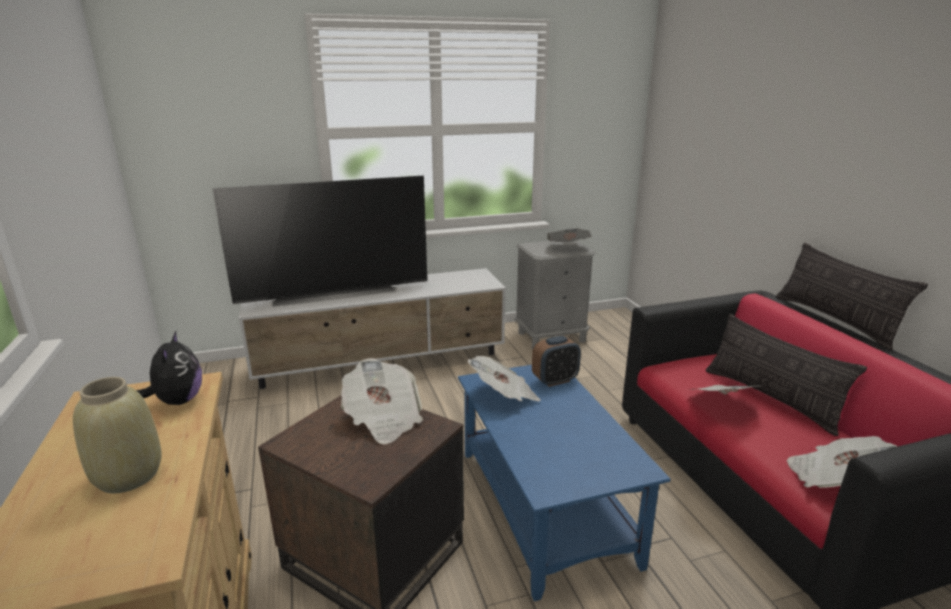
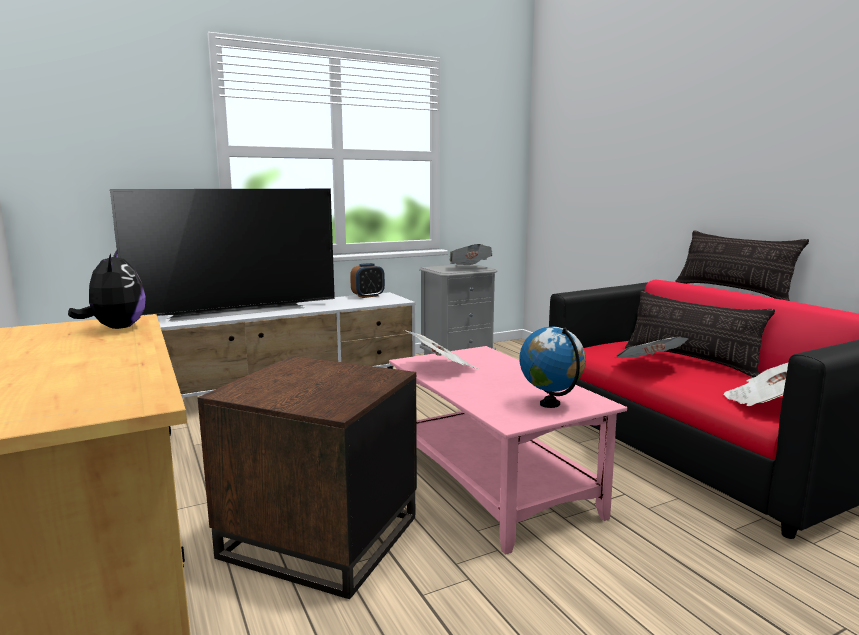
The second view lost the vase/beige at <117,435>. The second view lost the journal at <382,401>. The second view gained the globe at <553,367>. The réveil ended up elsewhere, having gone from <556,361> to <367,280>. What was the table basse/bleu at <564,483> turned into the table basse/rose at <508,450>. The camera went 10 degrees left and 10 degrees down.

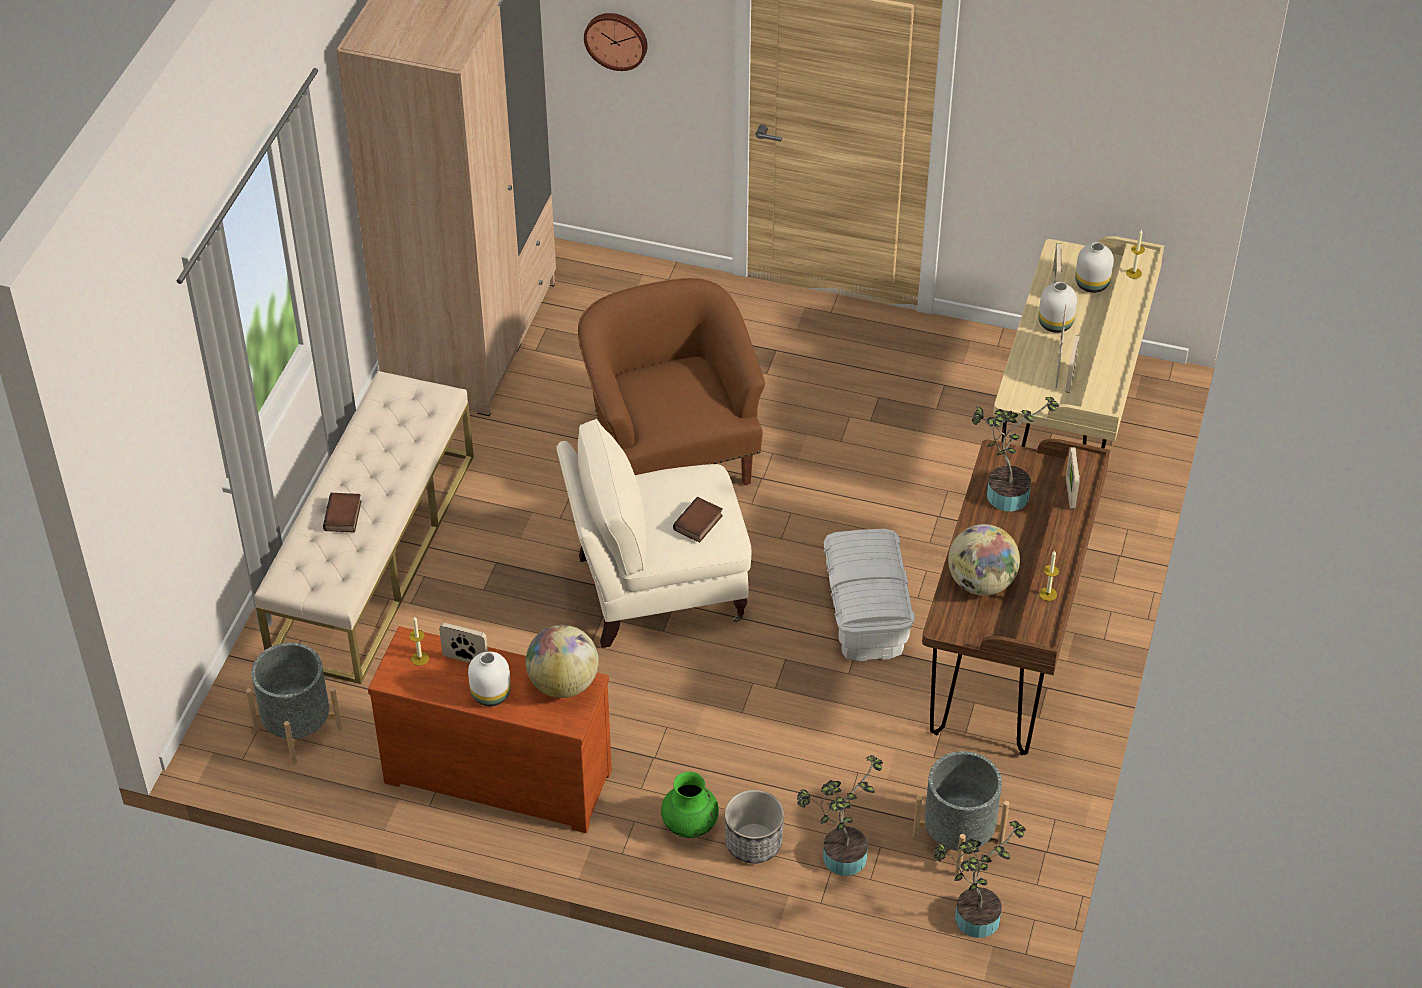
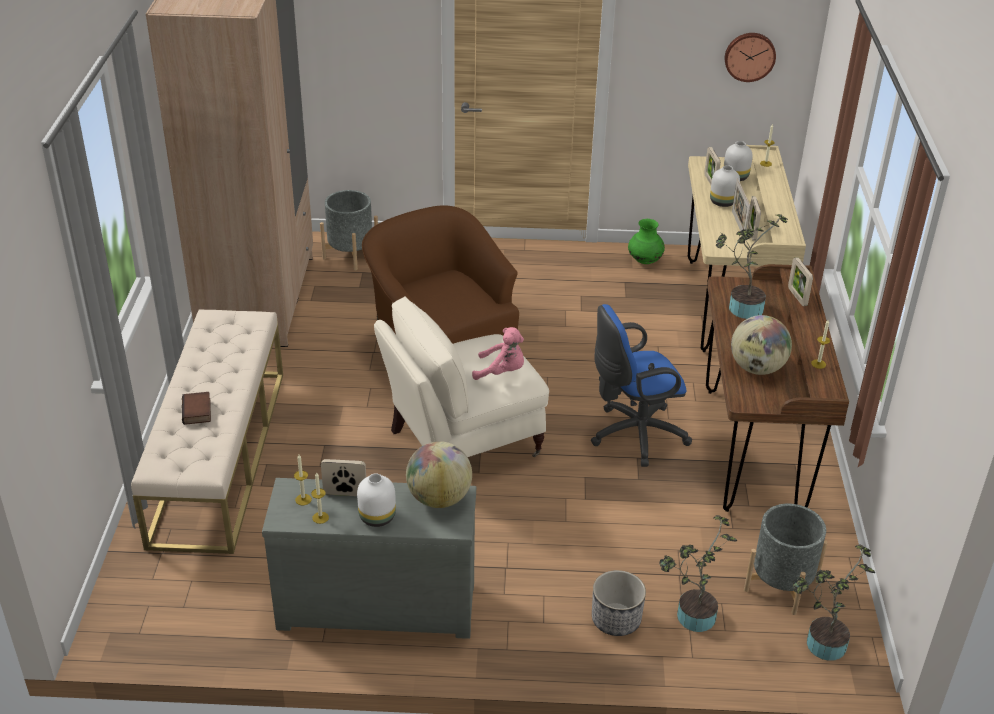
The second view gained the bougie at <320,498>. The cache-pot/gris ended up elsewhere, having gone from <294,703> to <349,230>. The horloge murale ended up elsewhere, having gone from <616,42> to <750,57>. The vase/vert ended up elsewhere, having gone from <690,805> to <646,241>. Where the livre stood at <698,520>, the peluche/rose came to stand at <498,353>. Where the boîte de rangement/blanc stood at <869,595>, the chaise de bureau/bleu came to stand at <641,385>. What was the commode/marron at <490,729> turned into the commode/gris at <369,558>. The camera went 15 degrees left and 10 degrees down.

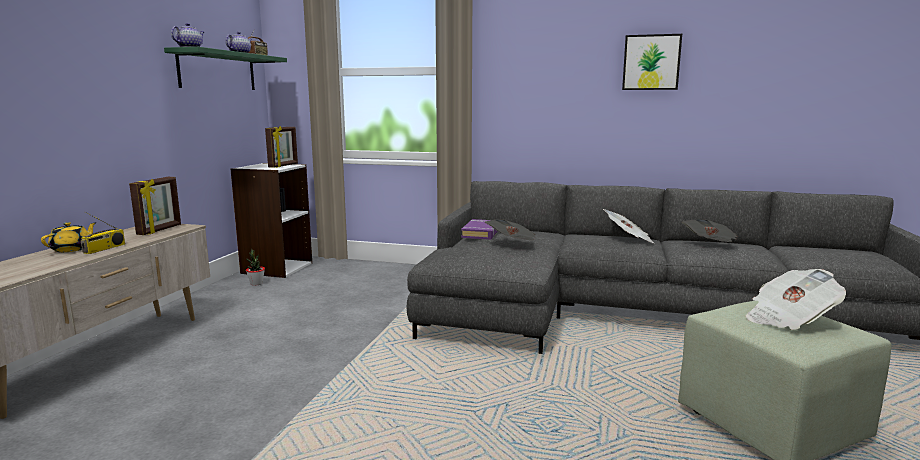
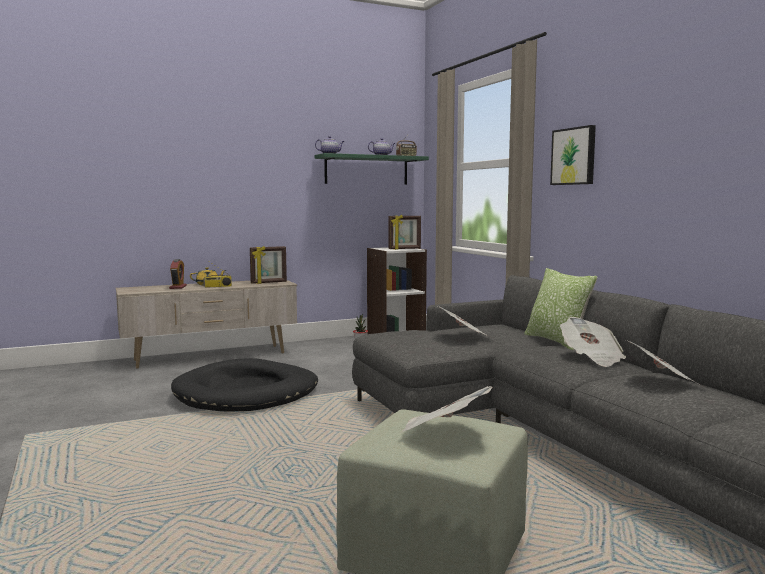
The second view lost the livre/violet at <479,229>. The second view gained the réveil at <178,274>. The second view gained the panier pour chien/noir at <244,385>. The second view gained the coussin at <560,309>. The tableau ended up elsewhere, having gone from <652,62> to <573,155>. The camera went 50 degrees right and 5 degrees down.

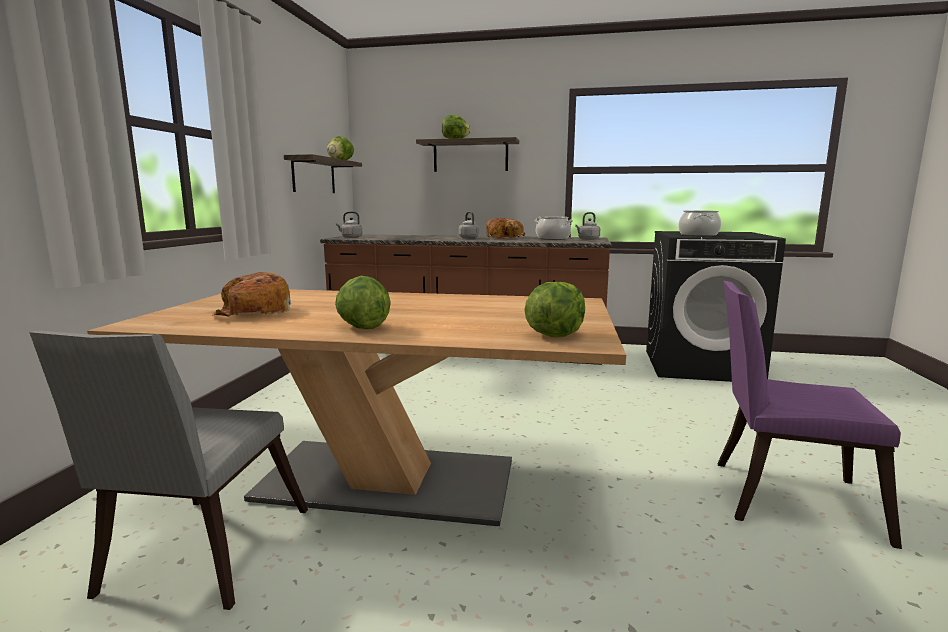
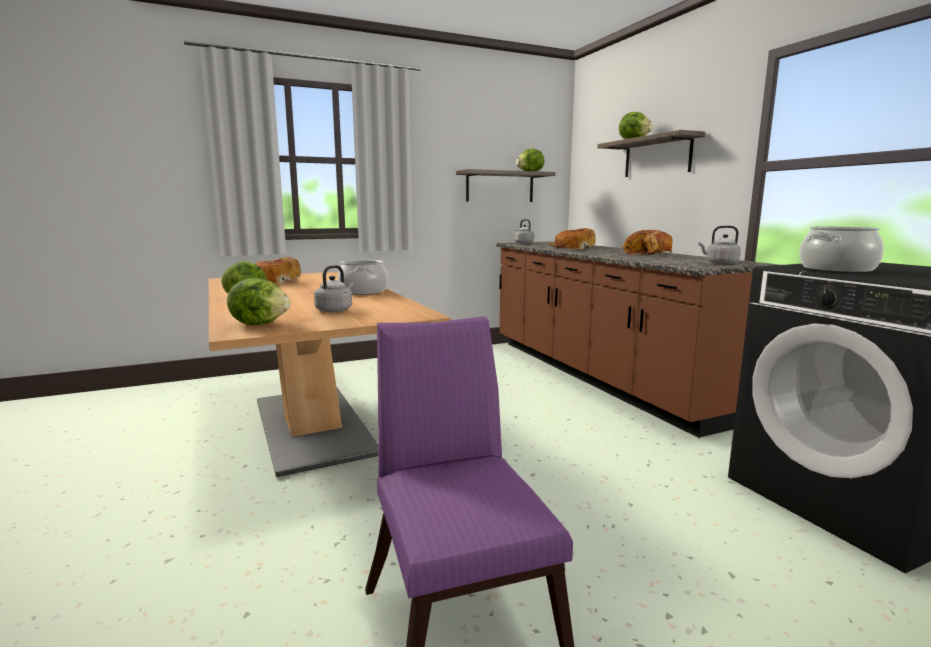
The second view lost the chaise/gris at <168,470>. The second view gained the pain at <573,238>. The bouilloire/gris ended up elsewhere, having gone from <469,225> to <334,289>. The marmite ended up elsewhere, having gone from <554,228> to <363,277>. The camera went 55 degrees right and 0 degrees up.

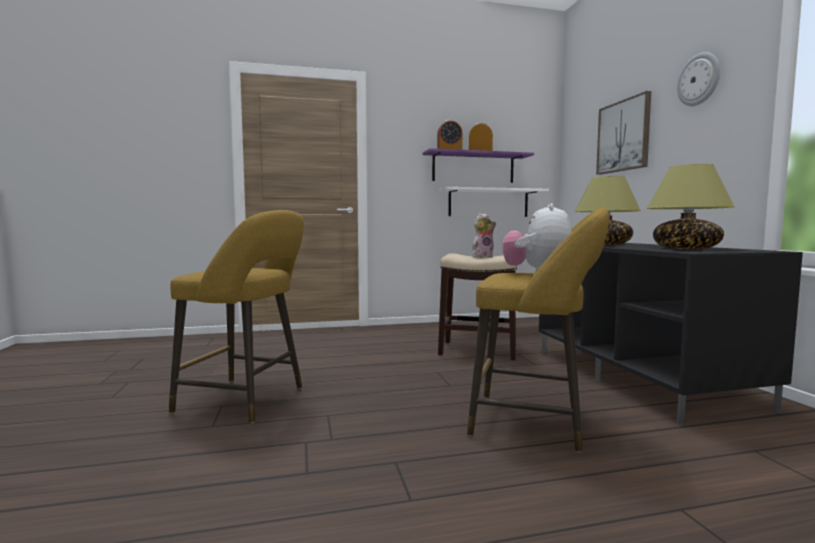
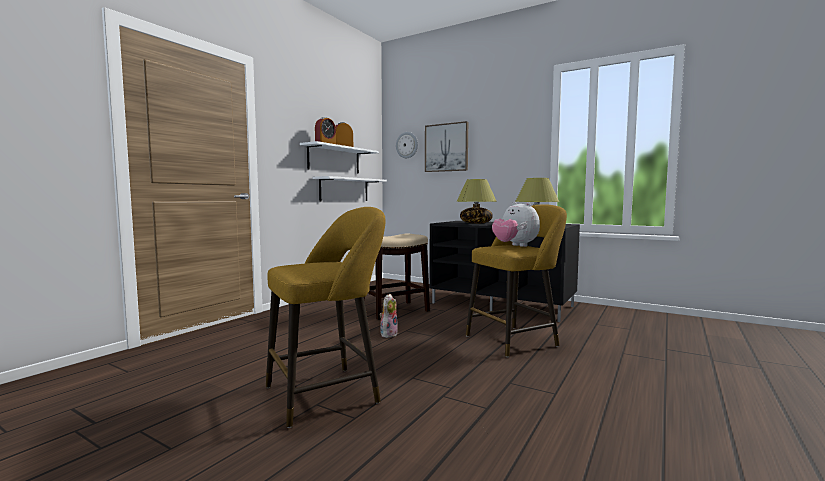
The peluche ended up elsewhere, having gone from <484,235> to <389,316>. The horloge murale ended up elsewhere, having gone from <698,79> to <407,145>. What was the étagère/violet at <478,165> turned into the étagère/blanc at <339,157>. The camera went 45 degrees left and 0 degrees up.

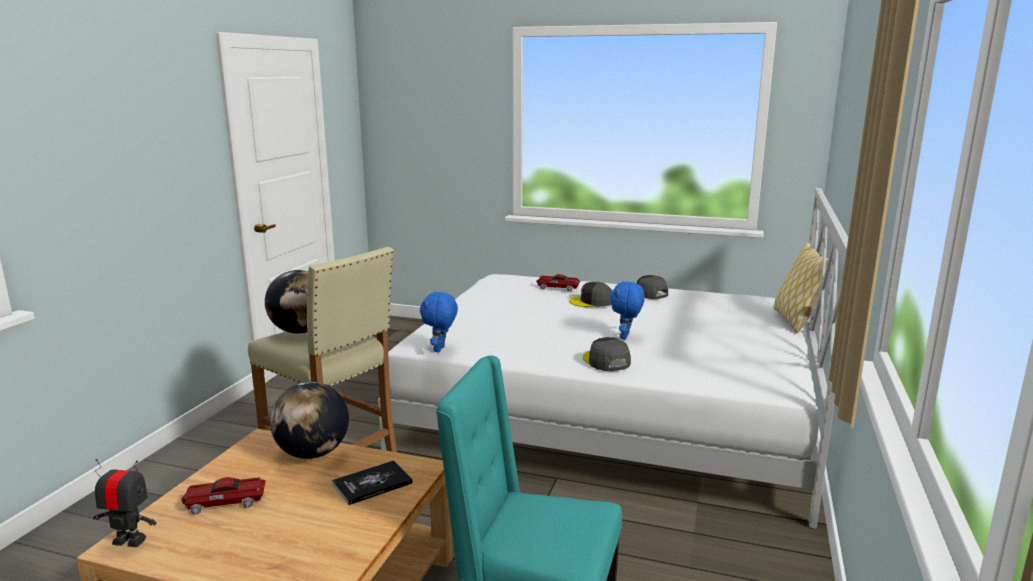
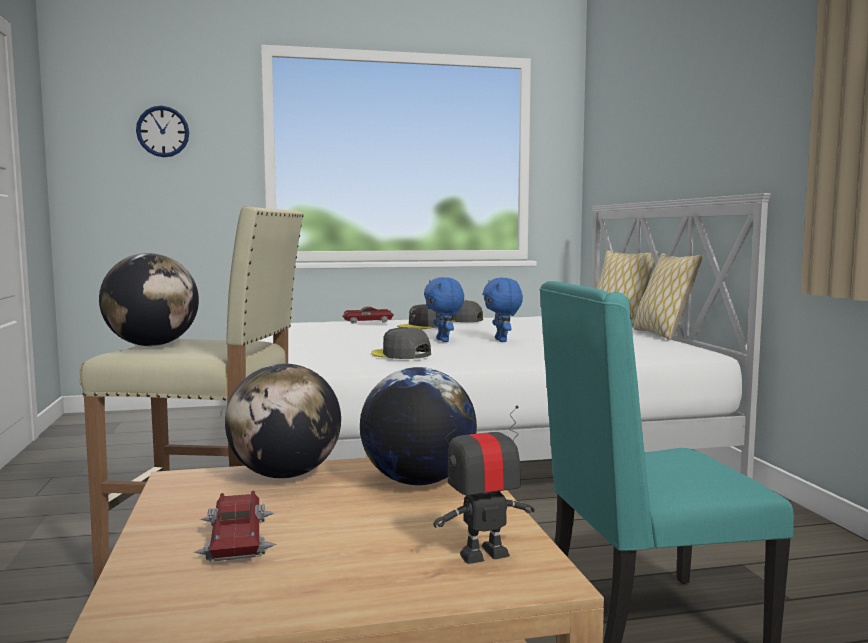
The second view gained the horloge murale at <162,131>. The second view gained the coussin at <668,296>. The robot jouet ended up elsewhere, having gone from <124,503> to <484,484>. The peluche/bleu ended up elsewhere, having gone from <439,321> to <444,309>. The casquette/gris ended up elsewhere, having gone from <607,354> to <401,343>. Where the livre stood at <372,482>, the globe came to stand at <418,426>. The petite voiture at <223,496> ended up facing another way, 120 degrees clockwise from before. The camera went 30 degrees left and 10 degrees down.

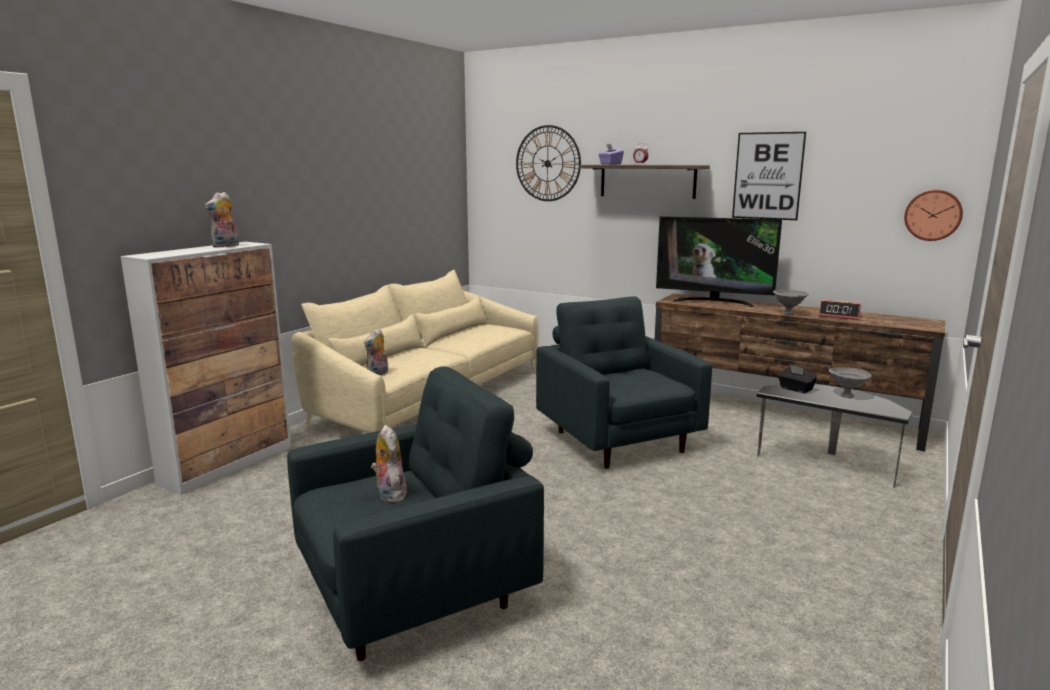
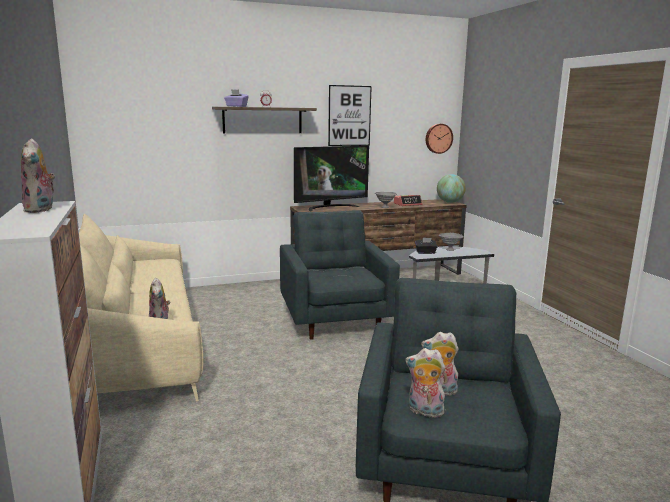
The second view lost the horloge murale at <548,163>. The second view gained the peluche at <425,383>. The second view gained the globe at <451,188>. The fauteuil/gris at <624,382> ended up facing another way, 60 degrees clockwise from before. The camera went 50 degrees left and 0 degrees up.

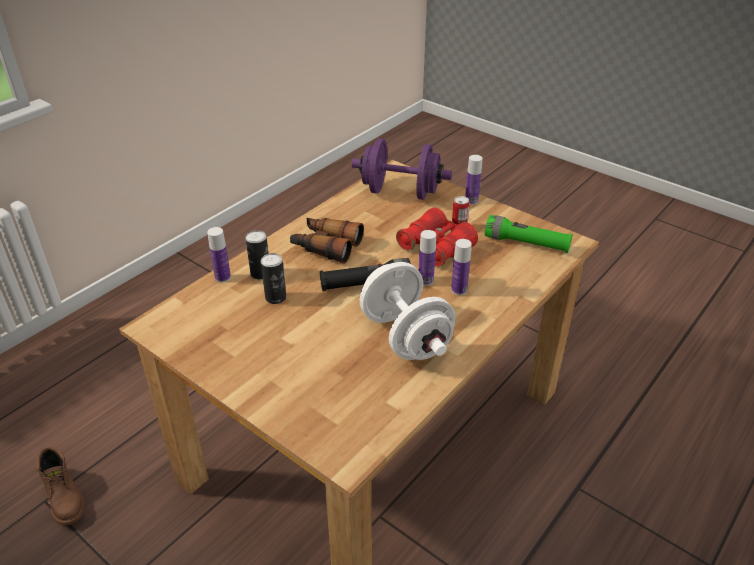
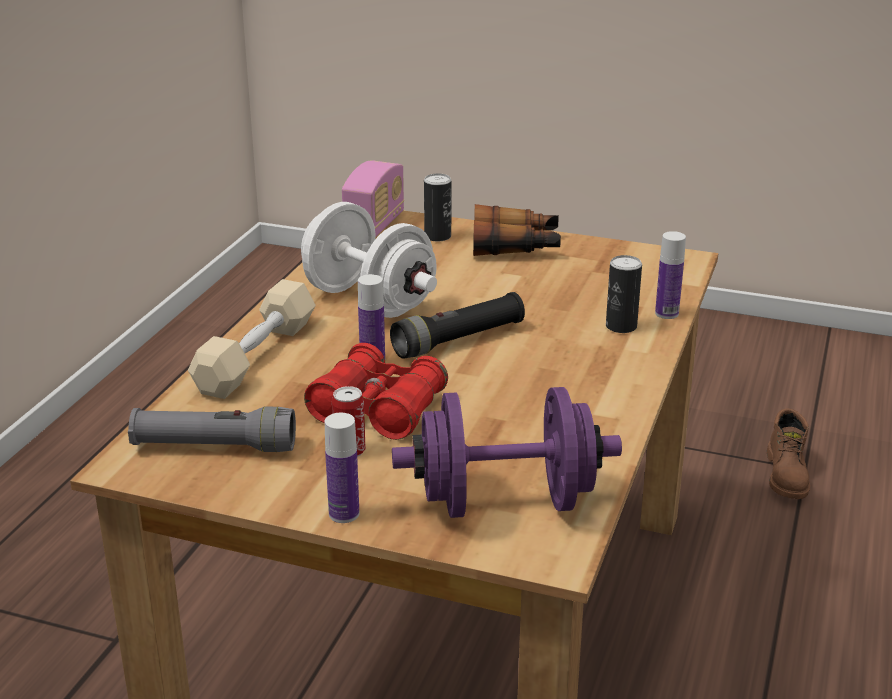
The second view lost the bouteille at <461,267>. The second view gained the haltère/beige at <252,339>. The second view gained the radio at <373,198>. The boîte métallique ended up elsewhere, having gone from <273,278> to <437,207>. The jumelles ended up elsewhere, having gone from <327,241> to <517,230>. What was the lampe de poche/vert at <529,234> turned into the lampe de poche/gris at <212,429>. The botte/marron at <60,486> ended up facing another way, 120 degrees counterclockwise from before. The camera went 160 degrees right and 10 degrees down.

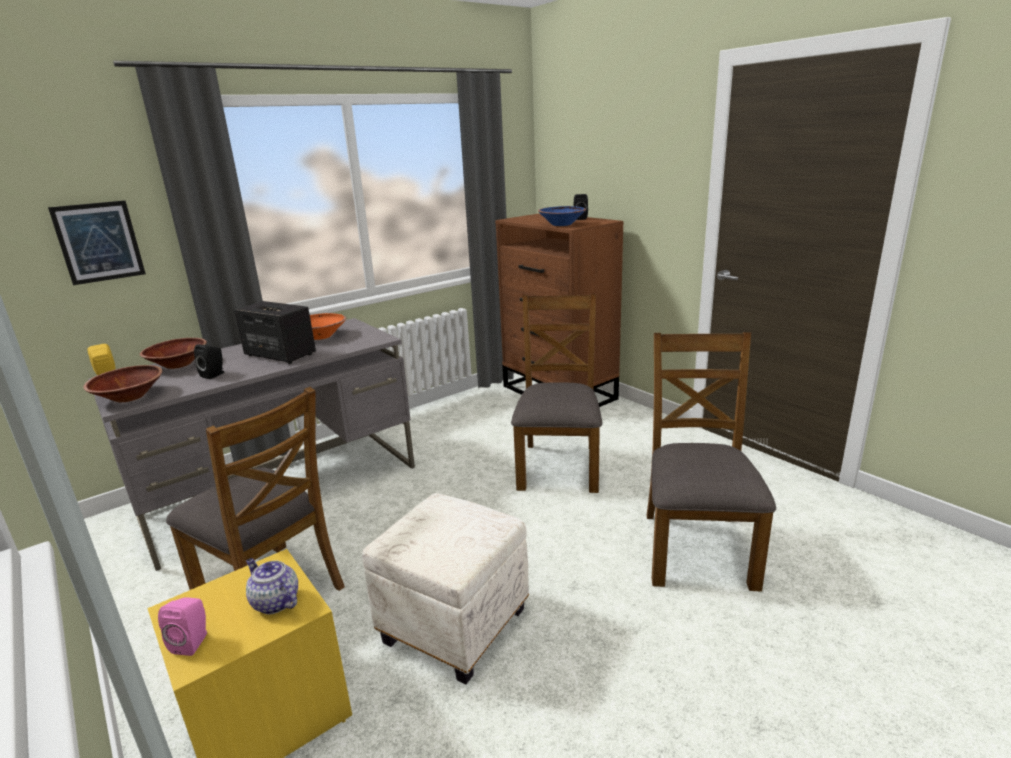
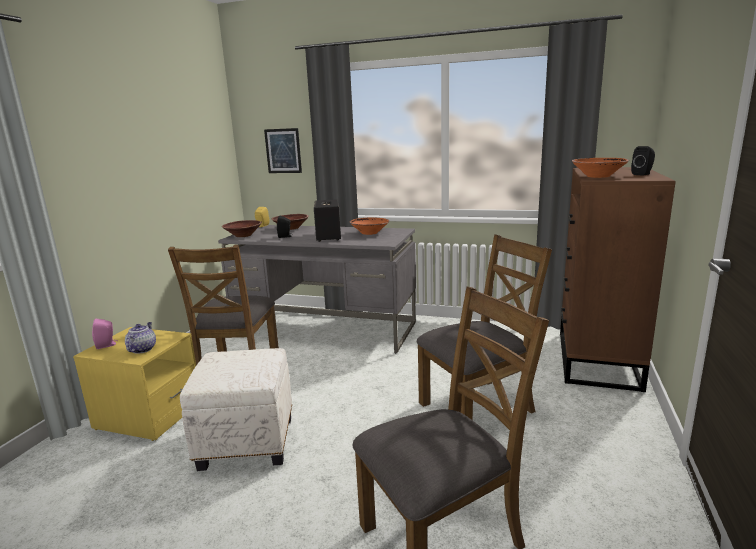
What was the bol/bleu at <562,216> turned into the bol/orange at <600,168>. The camera went 55 degrees right and 5 degrees down.

